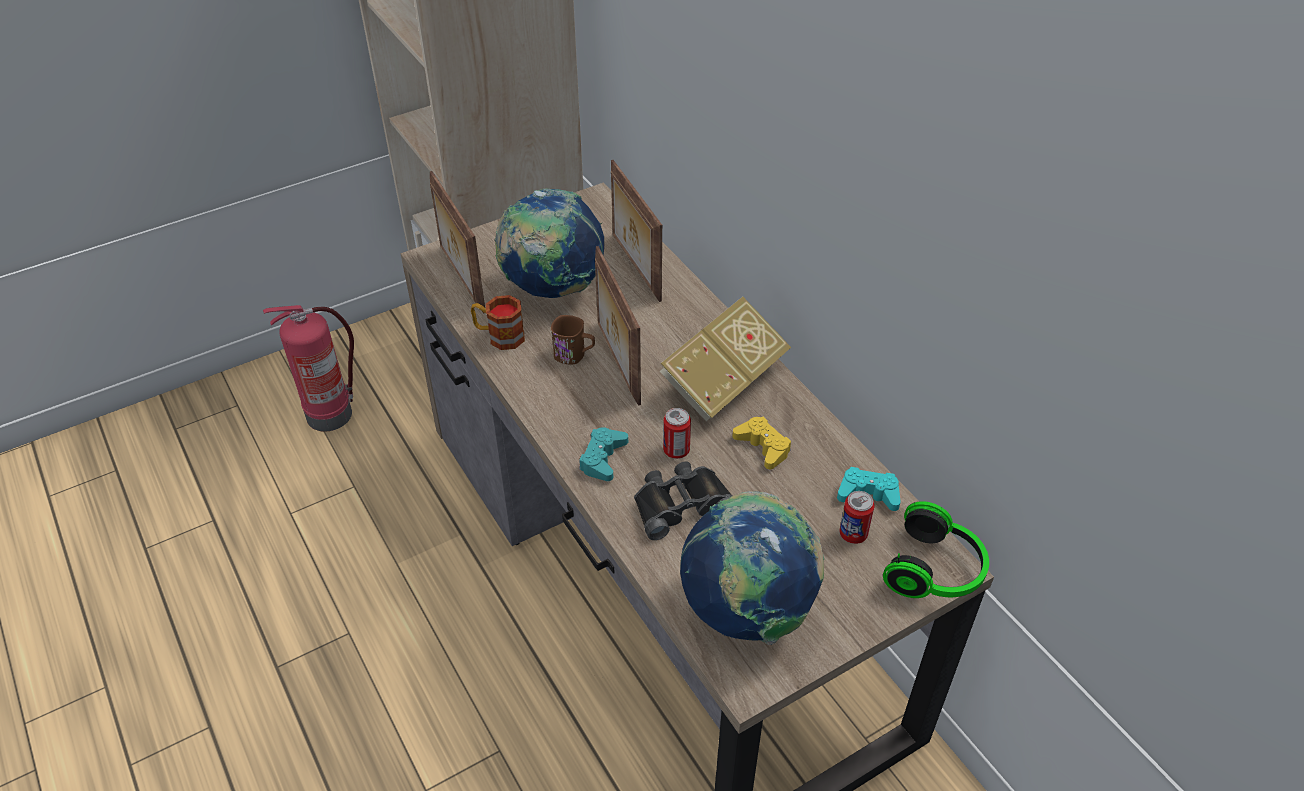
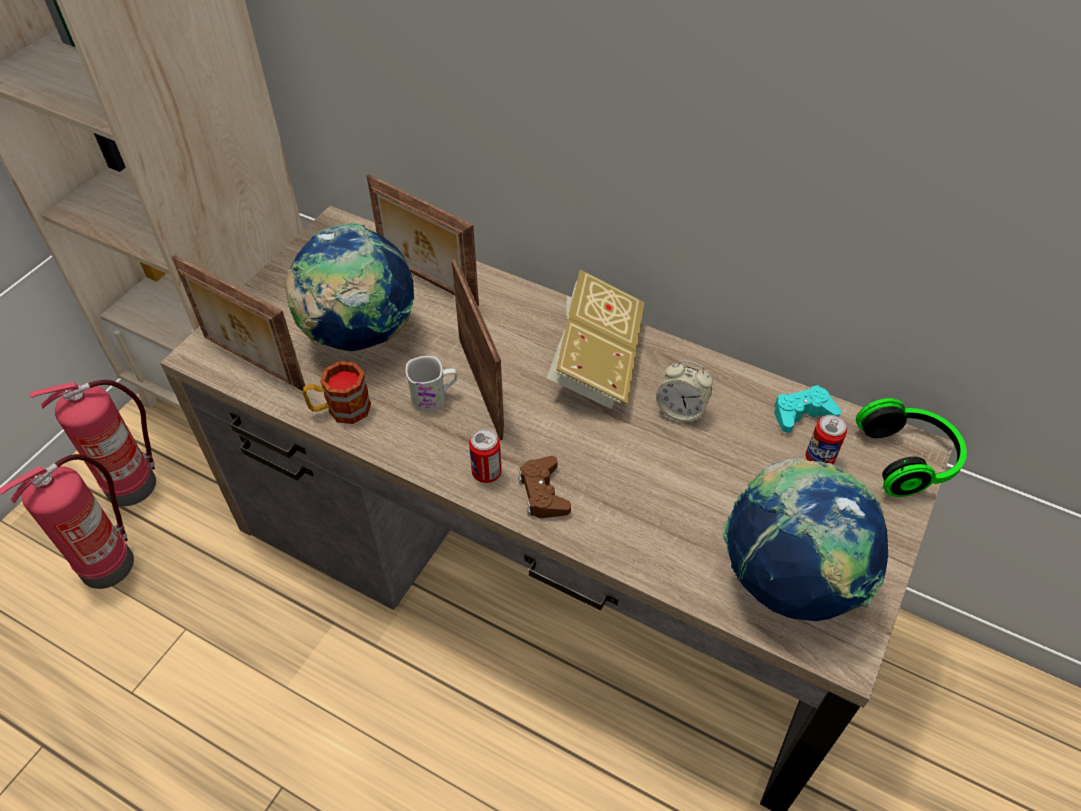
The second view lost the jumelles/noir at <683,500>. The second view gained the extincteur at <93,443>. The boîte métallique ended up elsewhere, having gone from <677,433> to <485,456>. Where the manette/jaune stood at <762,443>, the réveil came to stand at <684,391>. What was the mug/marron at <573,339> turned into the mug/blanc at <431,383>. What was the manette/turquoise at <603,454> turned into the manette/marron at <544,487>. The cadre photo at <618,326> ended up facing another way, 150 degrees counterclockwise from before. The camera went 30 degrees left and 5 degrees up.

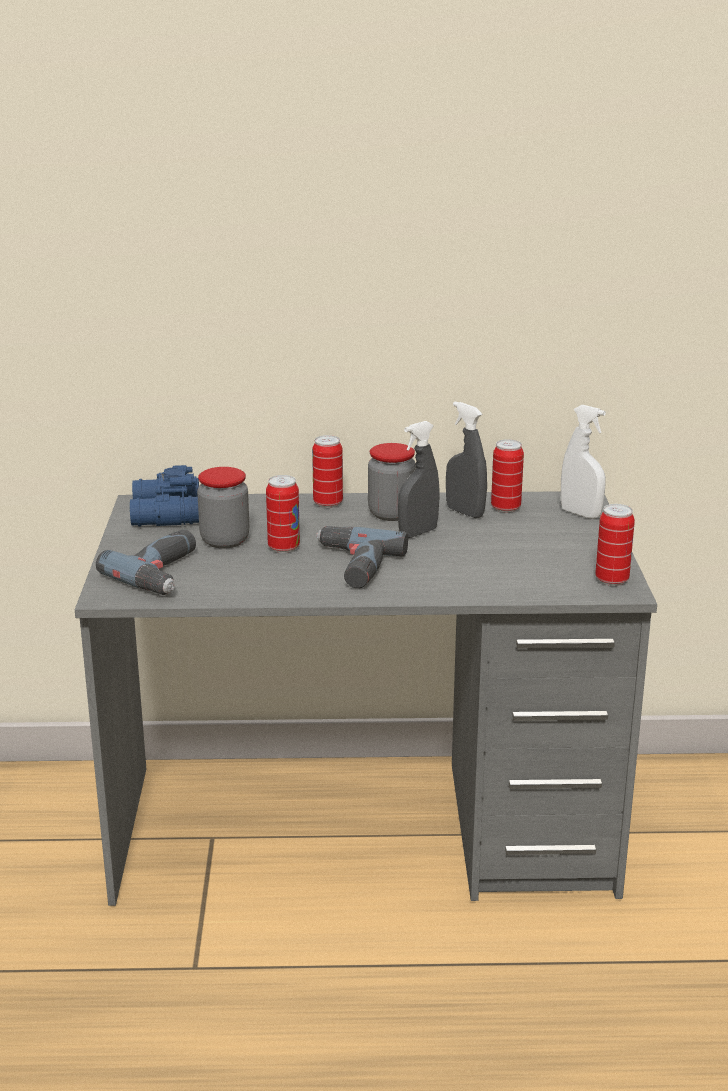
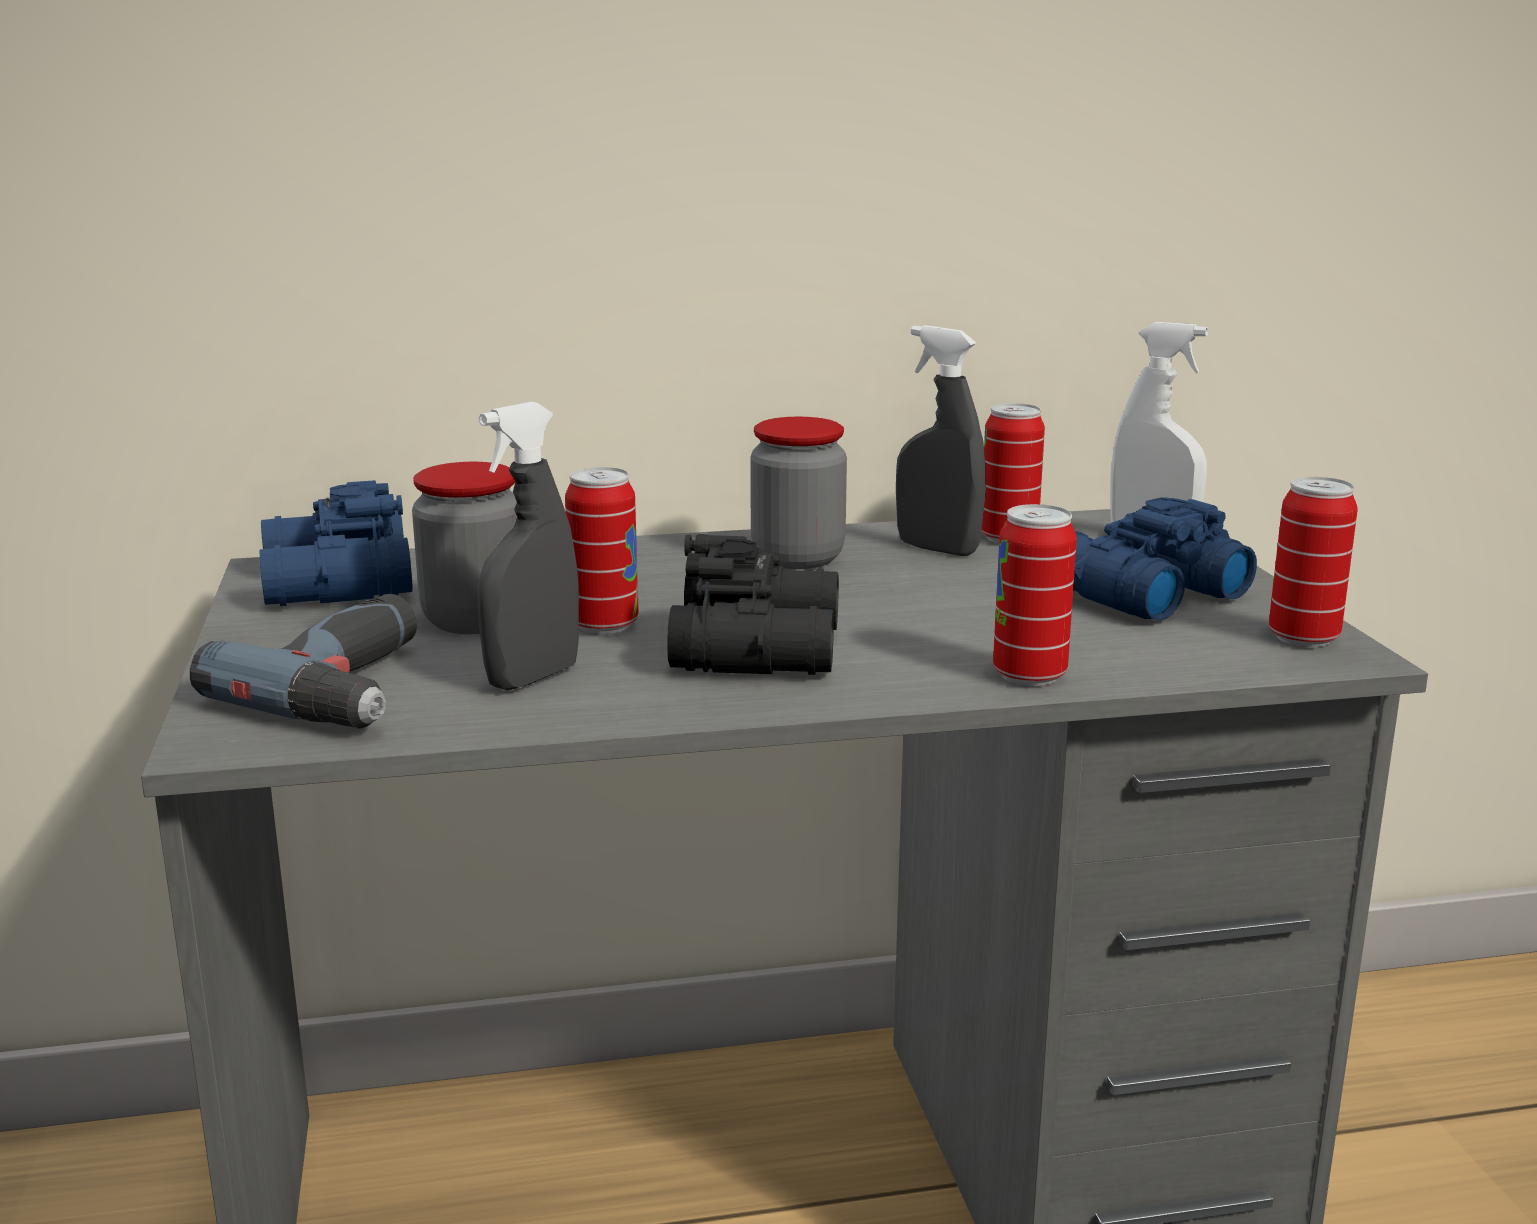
The second view gained the jumelles/bleu at <1165,559>. The boîte métallique ended up elsewhere, having gone from <327,471> to <1035,595>. The vaporisateur/gris ended up elsewhere, having gone from <419,479> to <528,546>. Where the perceuse stood at <362,557>, the jumelles/noir came to stand at <753,604>. The camera went 10 degrees left and 5 degrees down.

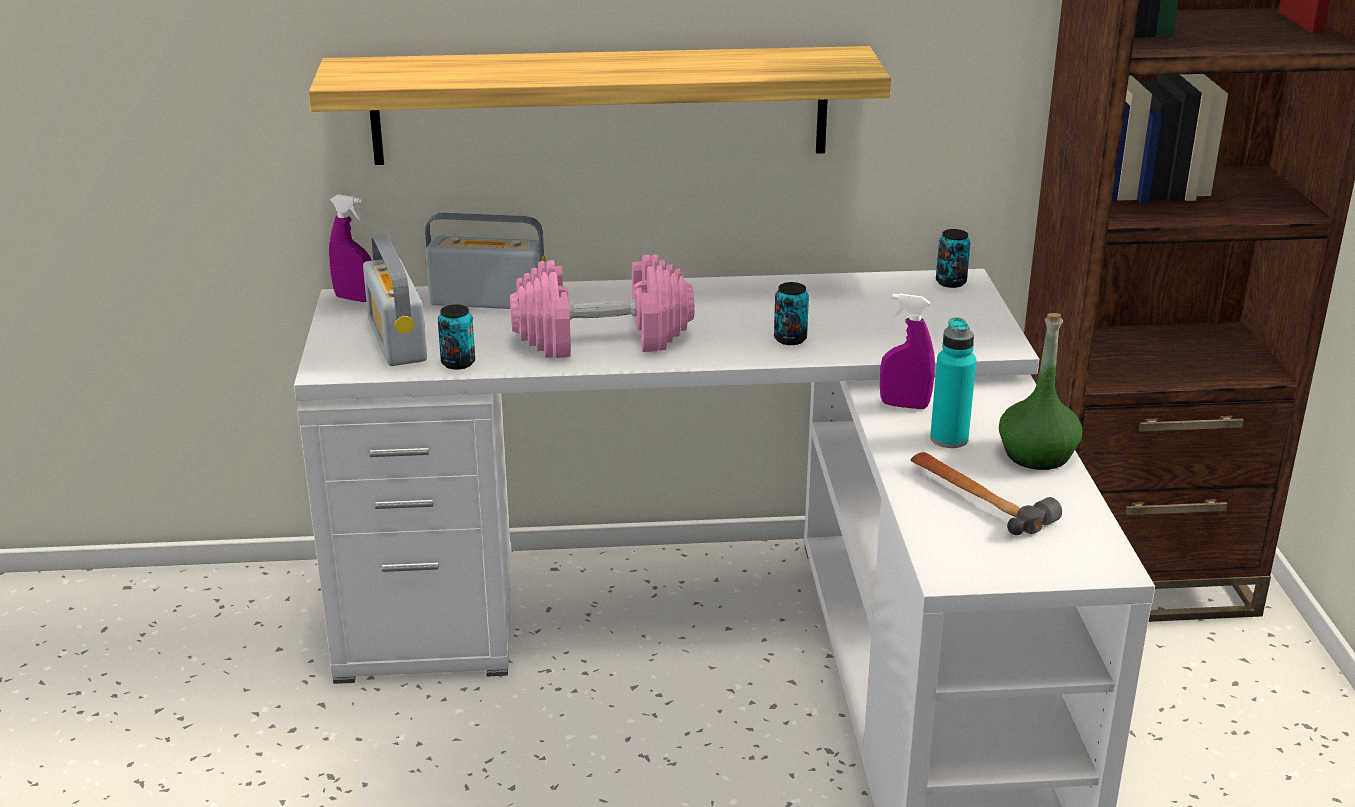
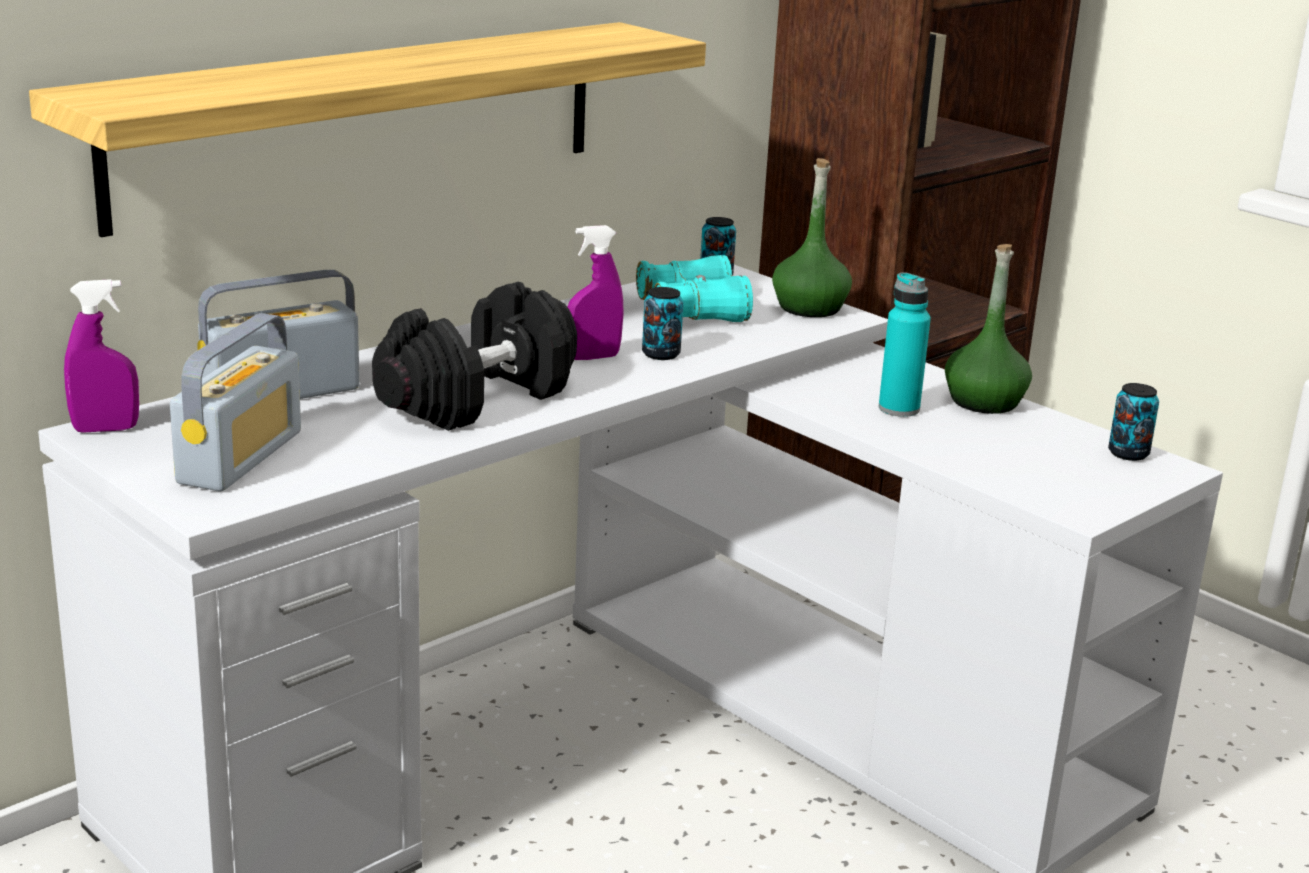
The second view lost the marteau at <986,493>. The second view gained the jumelles/turquoise at <694,288>. The second view gained the bouteille/vert at <812,237>. The boîte métallique ended up elsewhere, having gone from <456,337> to <1133,422>. The vaporisateur/violet ended up elsewhere, having gone from <907,351> to <595,292>. What was the haltère/rose at <602,306> turned into the haltère/noir at <474,356>. The radio at <395,300> ended up facing another way, 105 degrees counterclockwise from before. The camera went 40 degrees left and 5 degrees down.

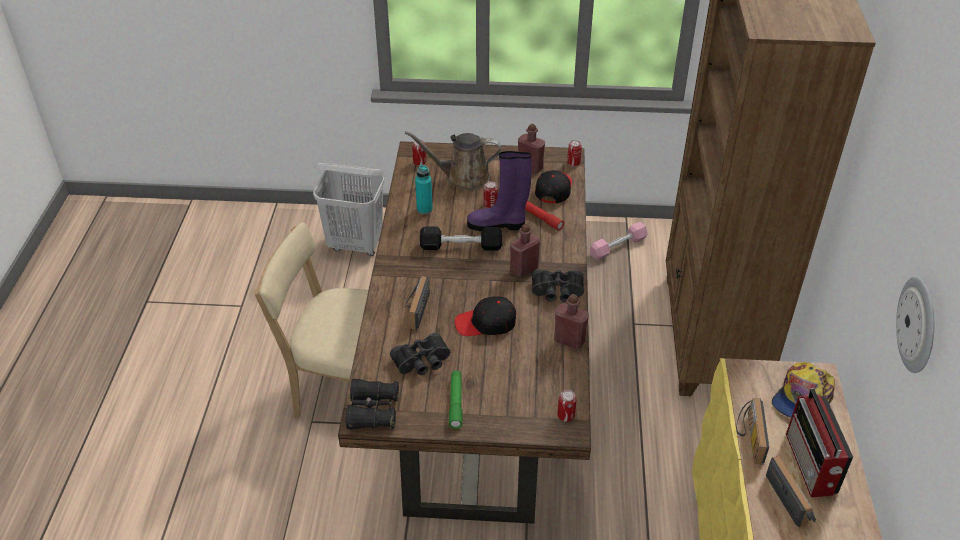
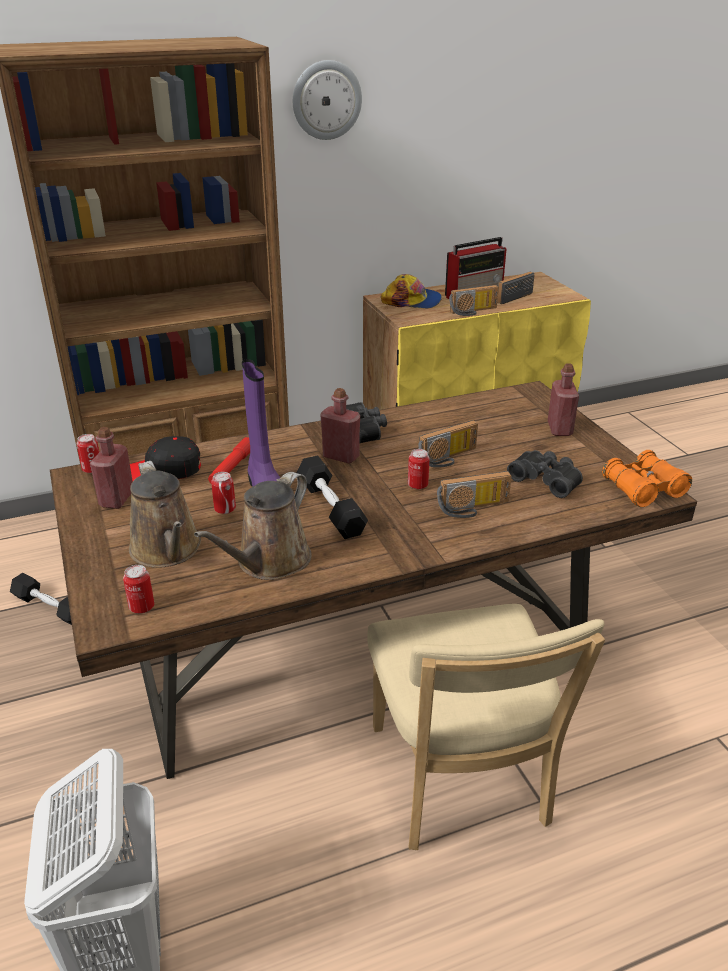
The second view lost the lampe de poche/vert at <455,400>. The bouteille/rouge ended up elsewhere, having gone from <571,321> to <563,400>. The boîte métallique ended up elsewhere, having gone from <567,406> to <418,469>. The horloge murale ended up elsewhere, having gone from <915,325> to <327,100>. Where the bouteille/turquoise stood at <424,189>, the arrosoir/marron came to stand at <253,526>. Where the casquette/noir stood at <485,316>, the radio came to stand at <448,444>. What was the jumelles/noir at <372,404> turned into the jumelles/orange at <647,478>. What was the haltère/rose at <618,241> turned into the haltère/noir at <41,599>. The camera went 115 degrees left and 10 degrees down.

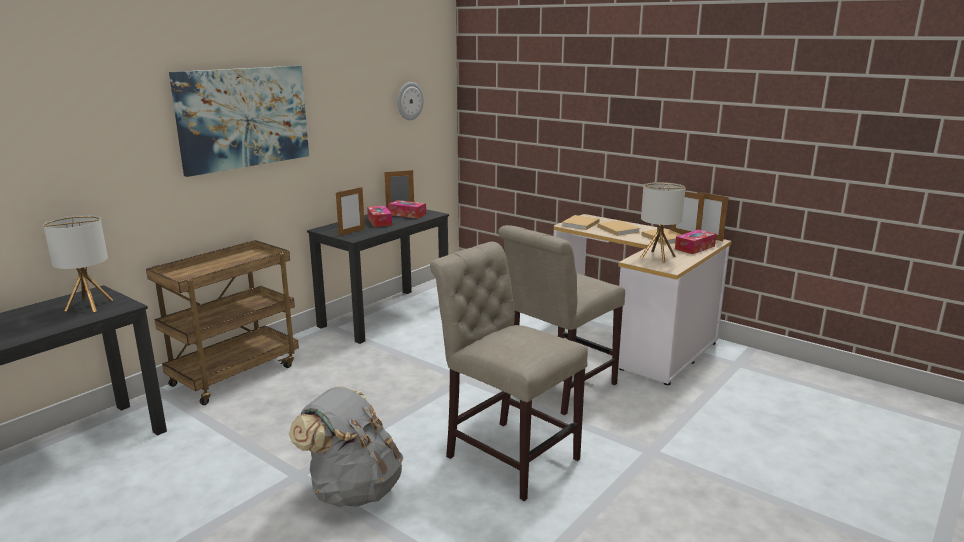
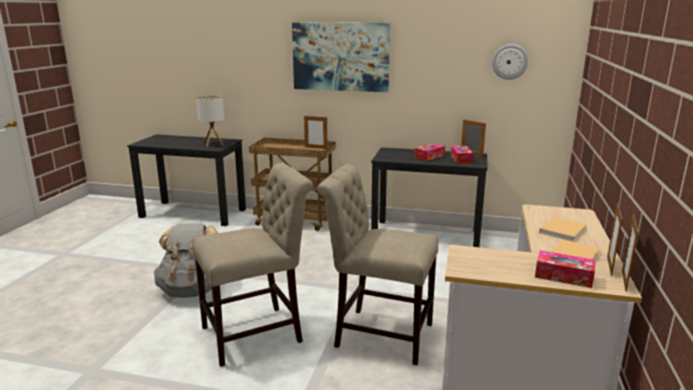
The second view lost the livre/beige at <580,222>. The second view lost the lampe de table at <663,222>. The cadre photo ended up elsewhere, having gone from <350,211> to <315,132>. The chaise/beige at <509,371> ended up facing another way, 45 degrees clockwise from before. The camera went 65 degrees right and 0 degrees up.

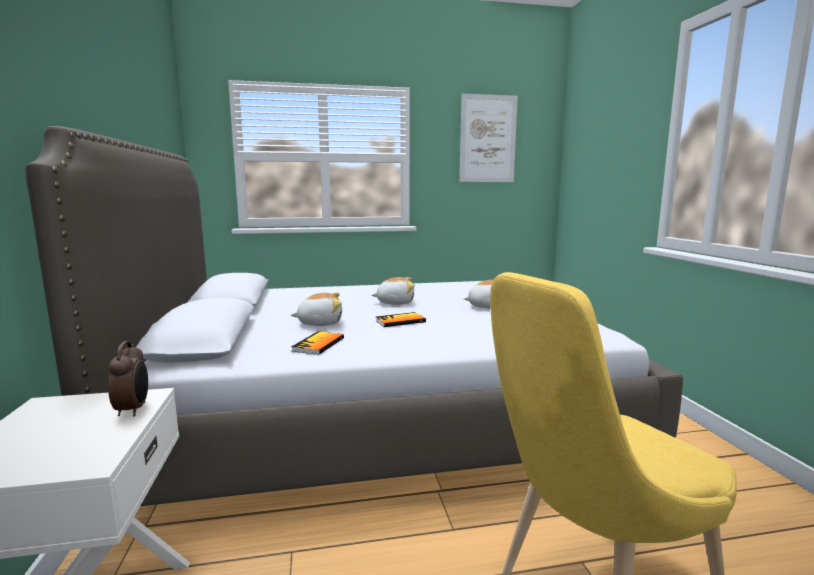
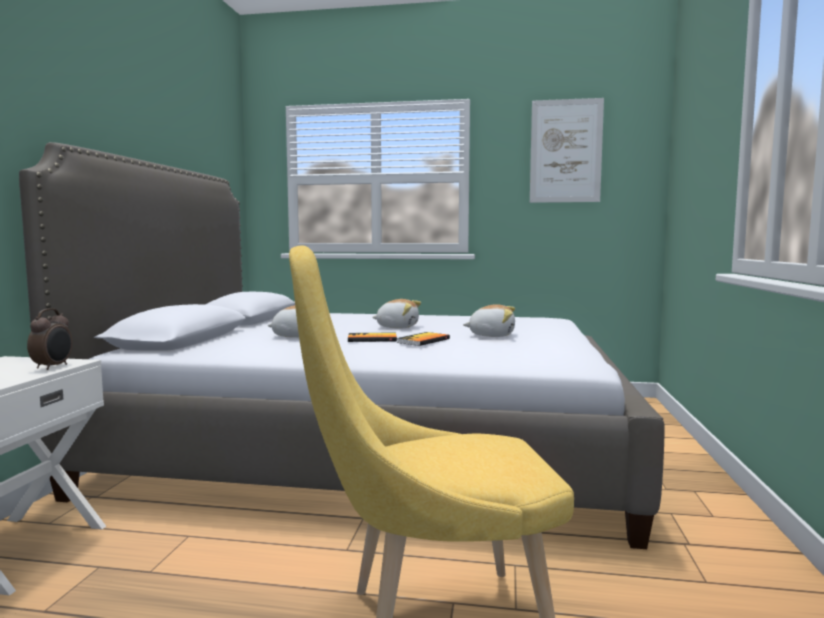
The livre ended up elsewhere, having gone from <317,343> to <423,339>. The camera went 20 degrees right and 5 degrees down.

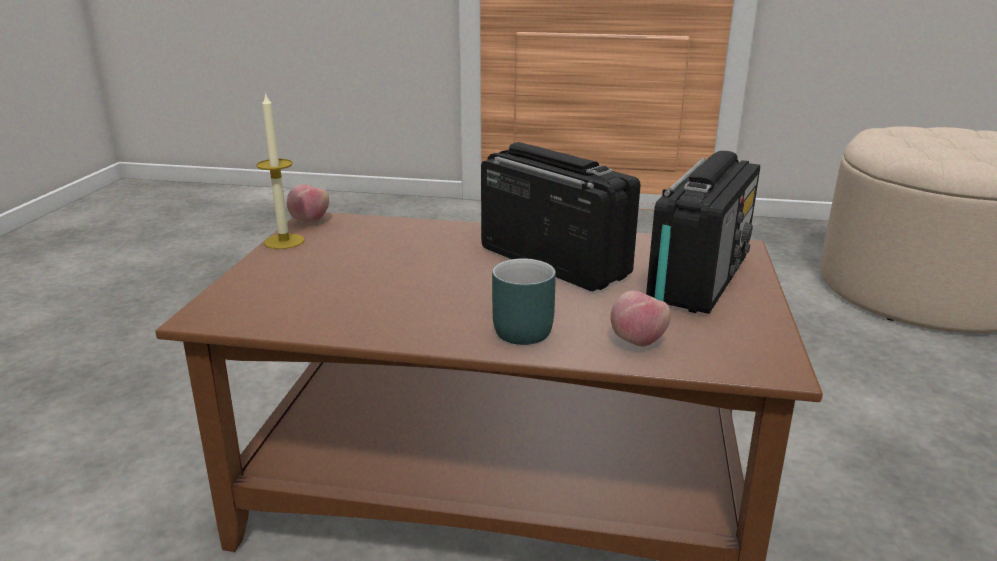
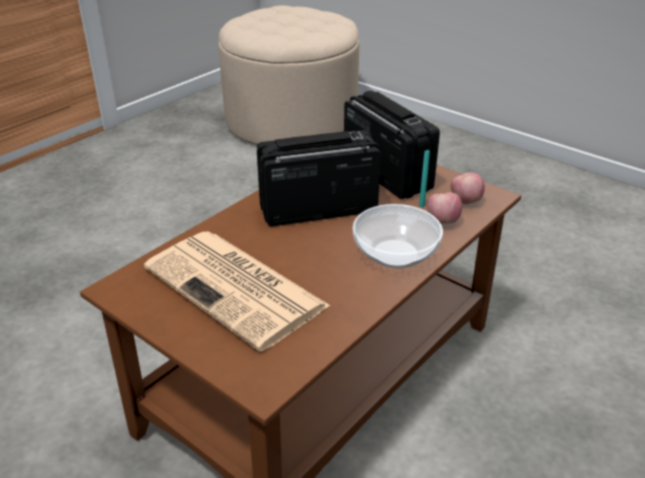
The second view lost the bougie at <280,170>. The second view gained the journal at <237,291>. The pomme ended up elsewhere, having gone from <308,203> to <468,188>. Where the mug/turquoise stood at <524,301>, the bol came to stand at <398,236>. The camera went 60 degrees left and 10 degrees up.

